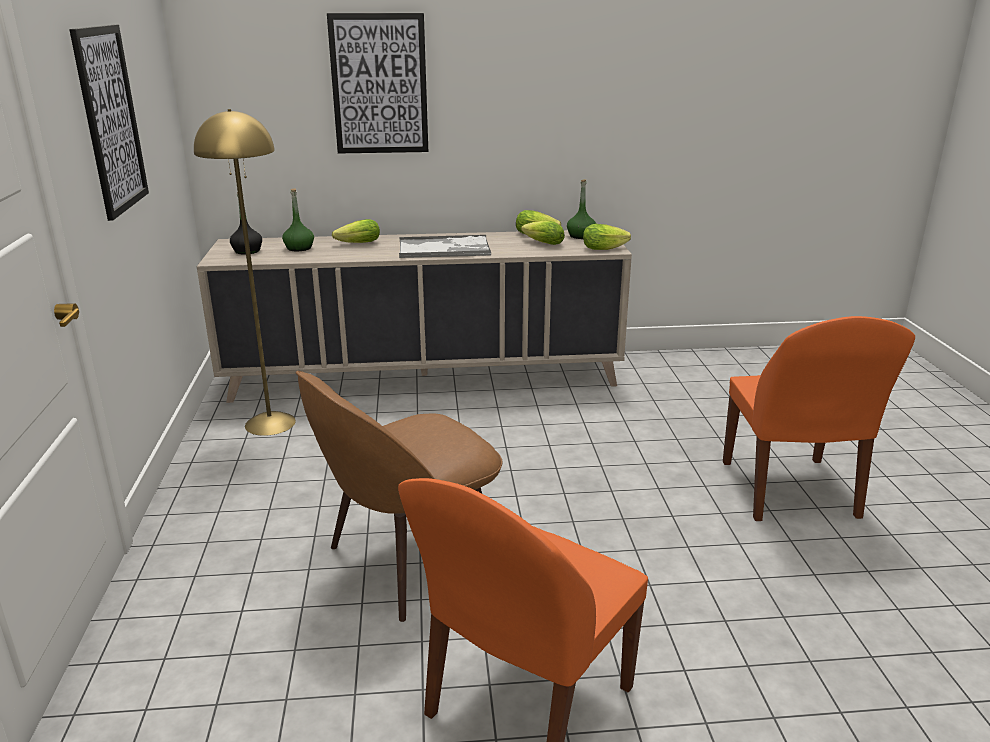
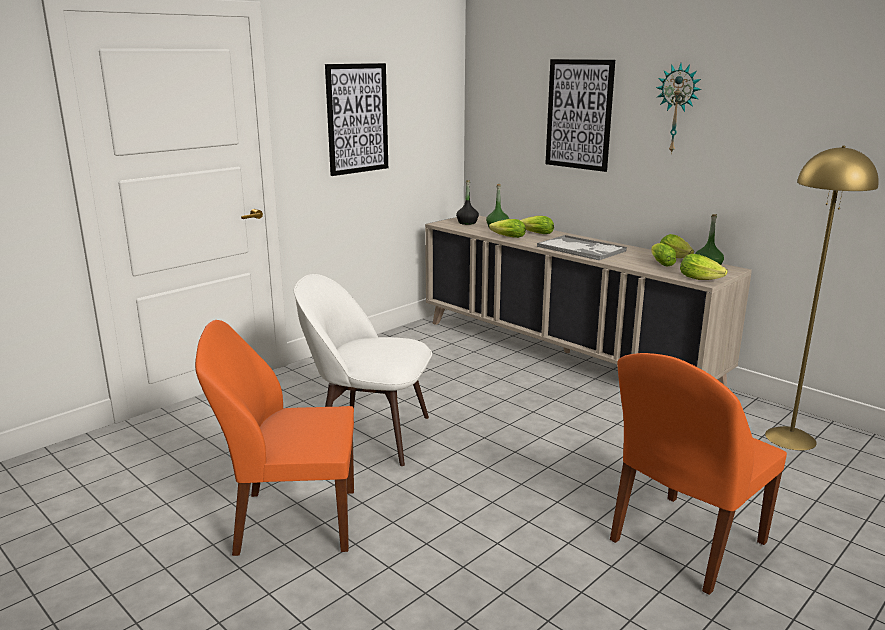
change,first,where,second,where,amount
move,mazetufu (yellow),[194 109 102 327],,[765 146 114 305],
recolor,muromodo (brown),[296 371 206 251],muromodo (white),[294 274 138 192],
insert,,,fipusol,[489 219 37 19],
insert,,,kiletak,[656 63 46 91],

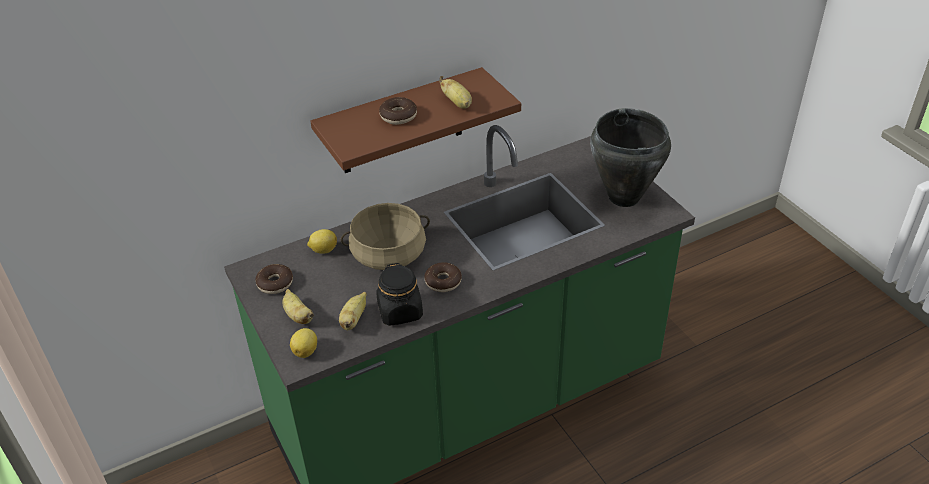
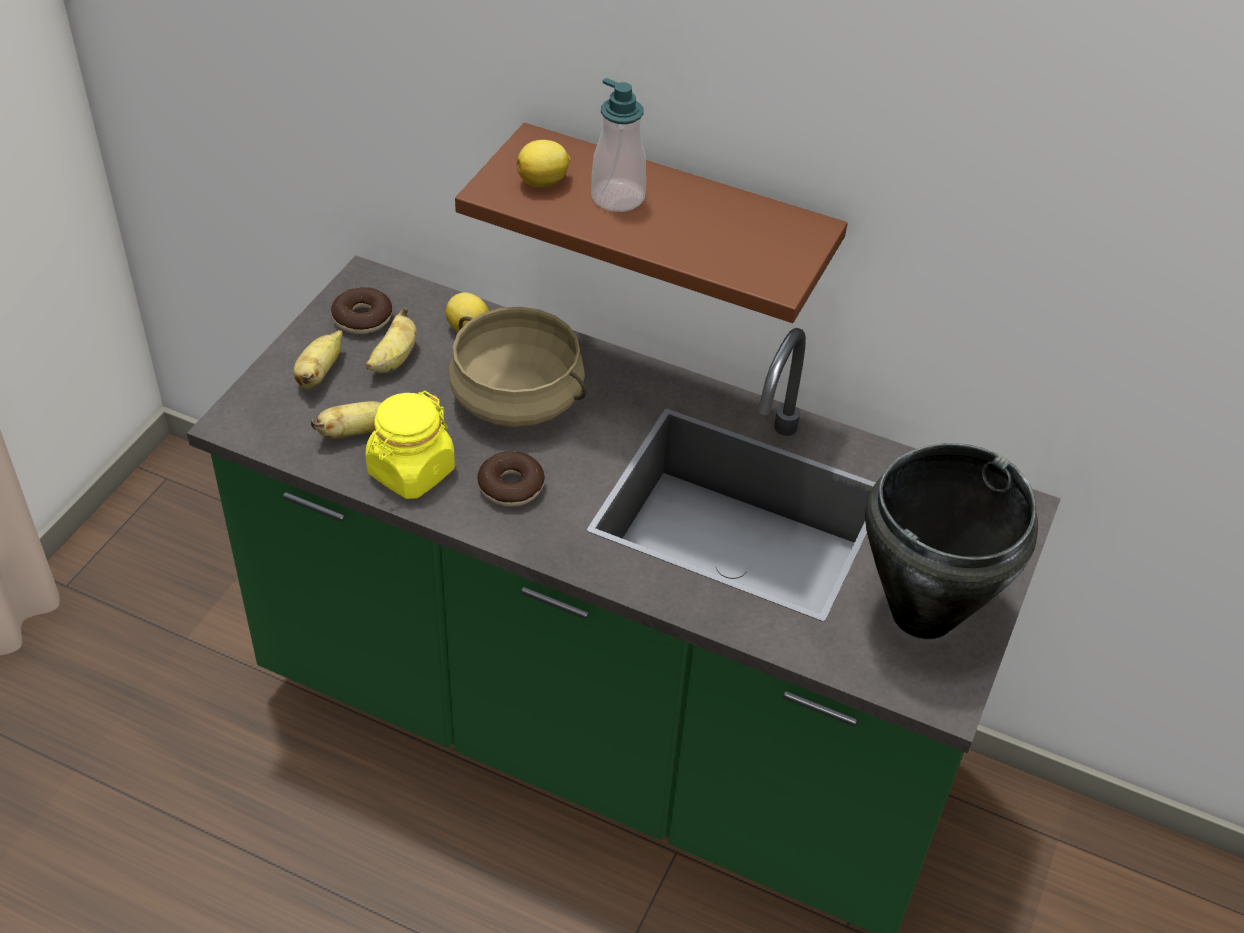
change,first,where,second,where,amount
move,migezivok,[290 328 27 30],,[517 140 54 47],
recolor,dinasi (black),[376 263 47 63],dinasi (yellow),[365 391 90 108],
replace,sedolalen,[379 97 38 28],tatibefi,[591 78 55 134],
move,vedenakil,[439 76 33 33],,[366 307 51 66],

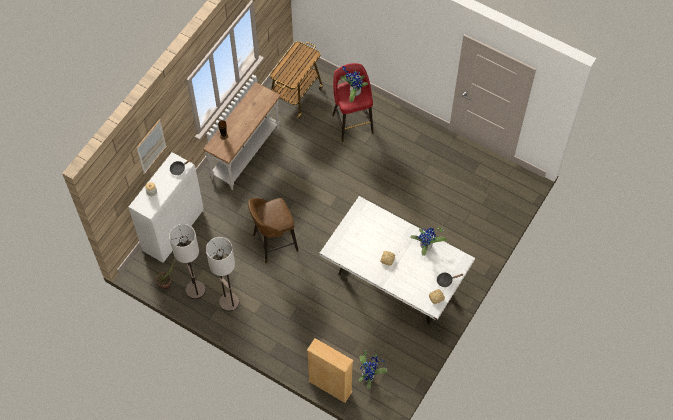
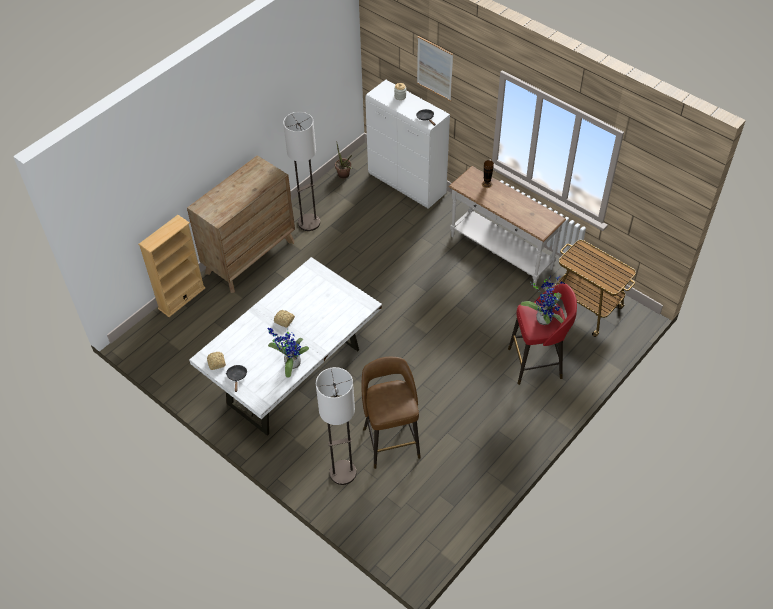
change,first,where,second,where,amount
move,mazetufu,[169 224 37 75],,[316 367 41 118],
move,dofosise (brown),[248 198 51 65],,[361 357 60 112],
delete,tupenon,[358 349 29 40],,,
insert,,,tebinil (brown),[187 155 108 138],

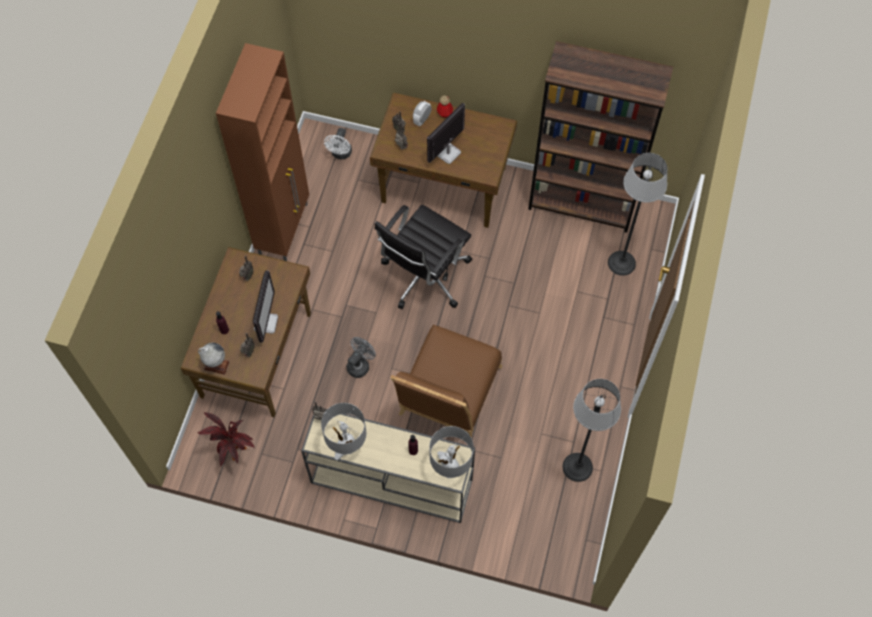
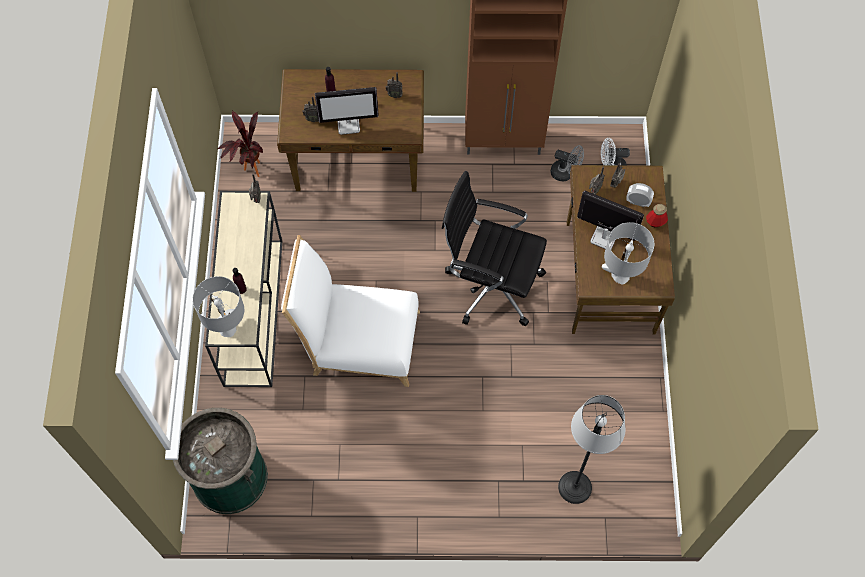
change,first,where,second,where,amount
delete,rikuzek,[198 343 32 32],,,
move,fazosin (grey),[321 403 45 57],,[602 222 52 63],
move,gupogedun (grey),[347 337 29 41],,[551 145 33 36],
recolor,muromodo (brown),[390 325 112 113],muromodo (white),[281 235 139 152],
delete,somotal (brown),[528 41 145 192],,,
delete,mazetufu,[563 379 58 103],,,
insert,,,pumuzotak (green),[173 408 95 106],

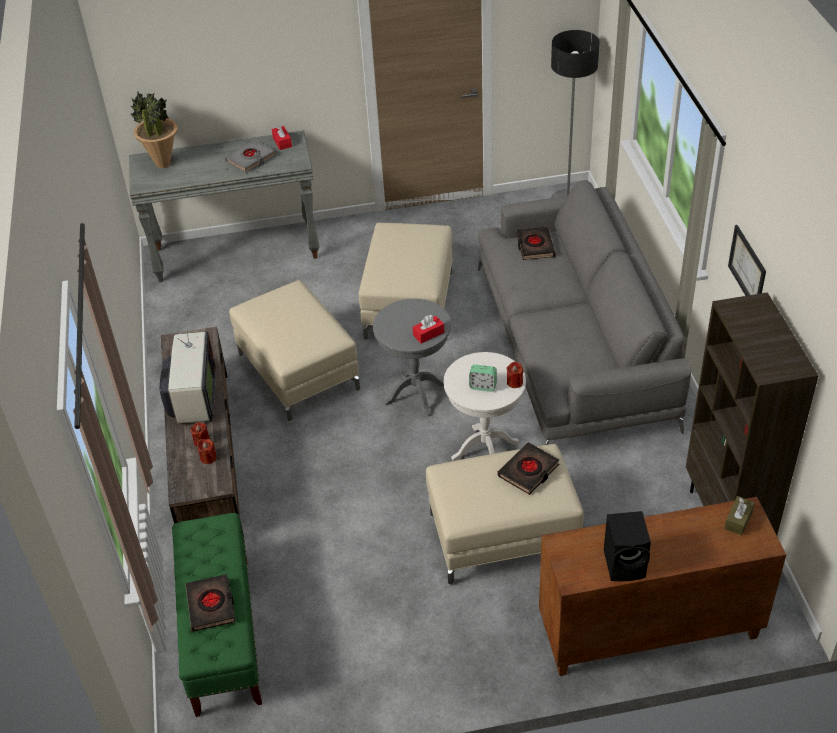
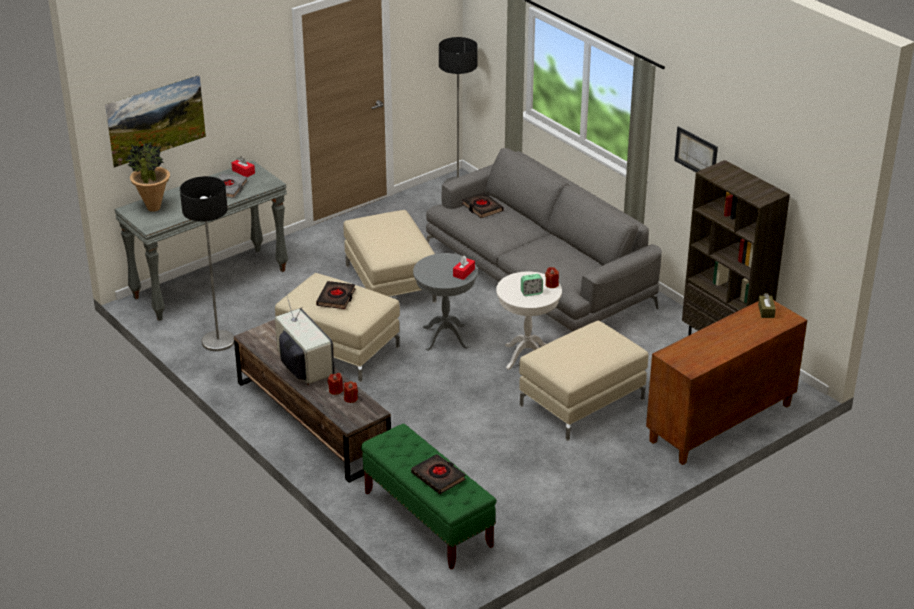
change,first,where,second,where,amount
move,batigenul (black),[498 442 61 53],,[316 281 40 28],
delete,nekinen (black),[604 511 47 70],,,
insert,,,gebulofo,[105 75 101 93],
insert,,,mazetufu,[180 176 54 175],

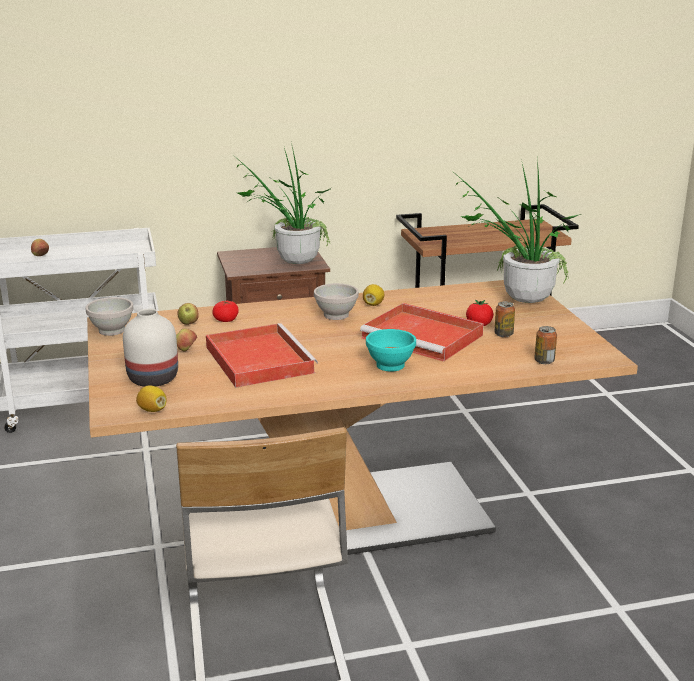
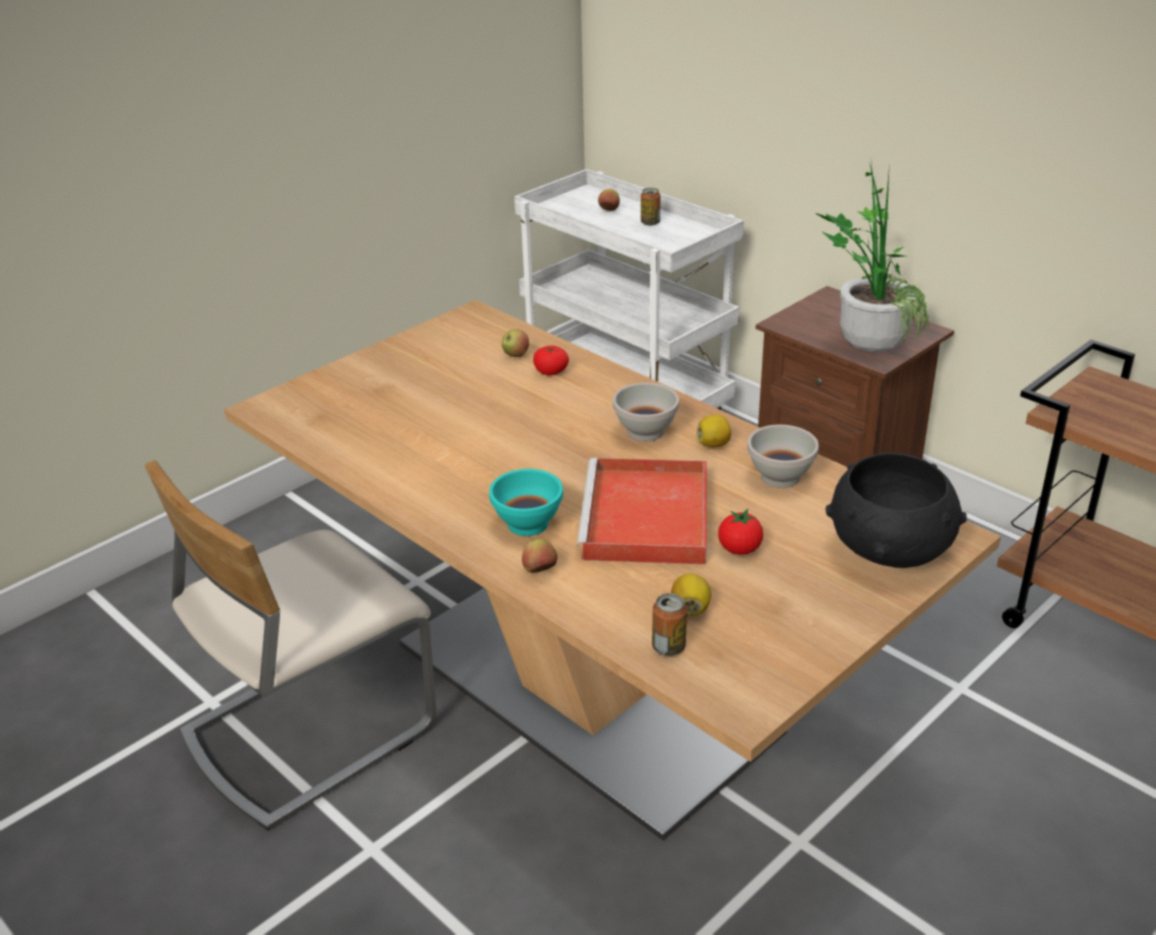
change,first,where,second,where,amount
move,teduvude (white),[86 297 48 39],,[747 424 72 64],
delete,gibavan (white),[123 309 55 78],,,
move,migezivok,[136 385 31 27],,[671 573 40 43],
move,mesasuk,[176 329 21 22],,[522 539 35 34],
delete,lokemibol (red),[206 323 112 65],,,
replace,tupenon,[455 157 126 146],teduvude (black),[826 453 141 115],
move,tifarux,[495 301 20 36],,[641 188 20 38],

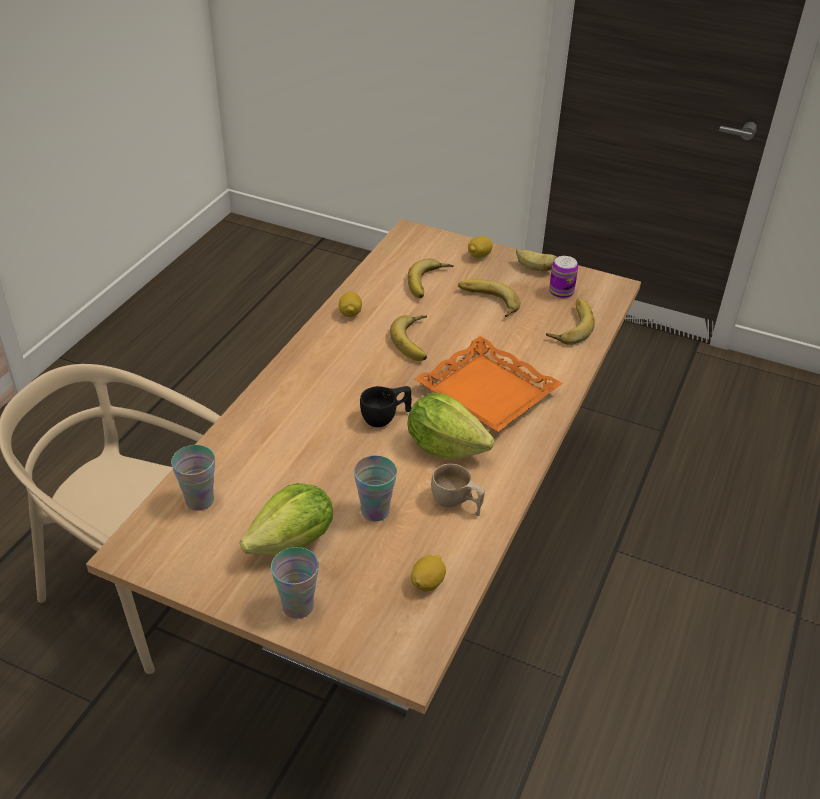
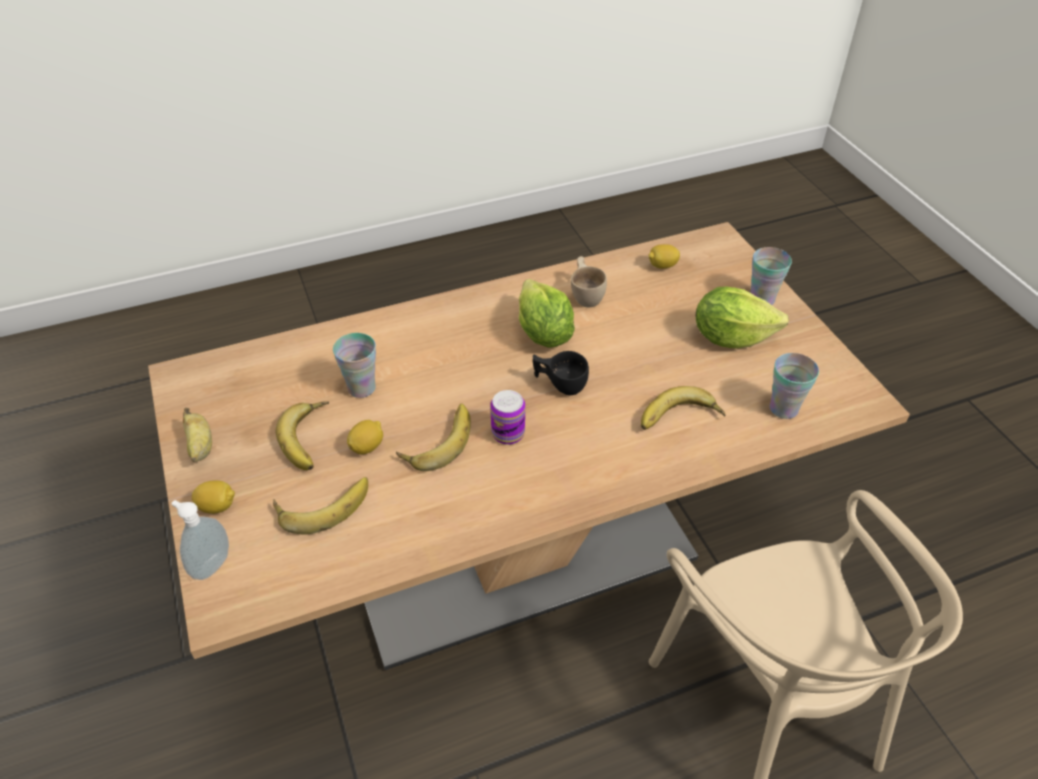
change,first,where,second,where,amount
move,migezivok,[338 292 24 25],,[347 420 36 34],
move,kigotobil,[354 455 43 67],,[333 333 43 65],
delete,lokemibol (orange),[415 336 148 96],,,
move,vedenakil,[546 298 49 47],,[641 386 84 44],
move,tifarux,[549 256 29 43],,[490 390 35 55],
insert,,,tatibefi,[172 500 57 80],

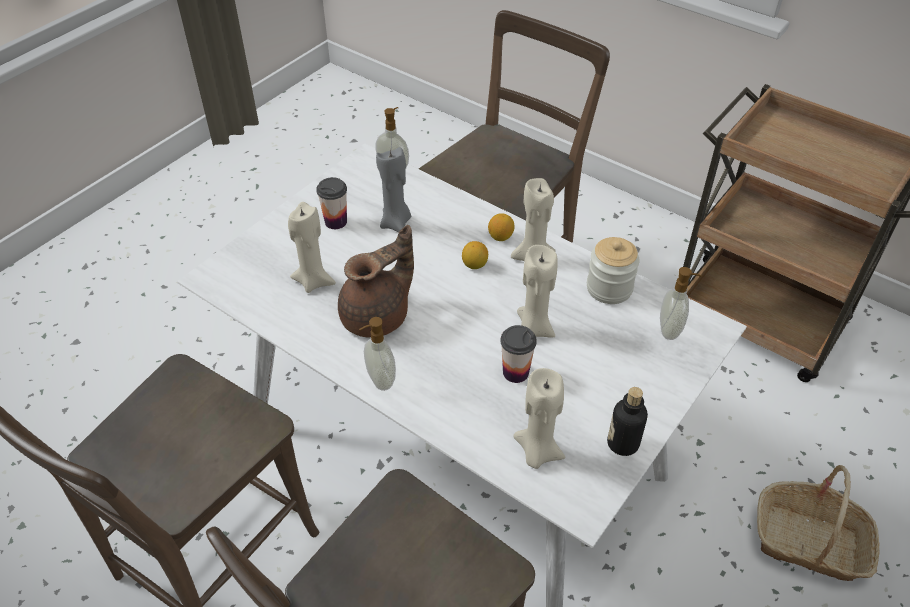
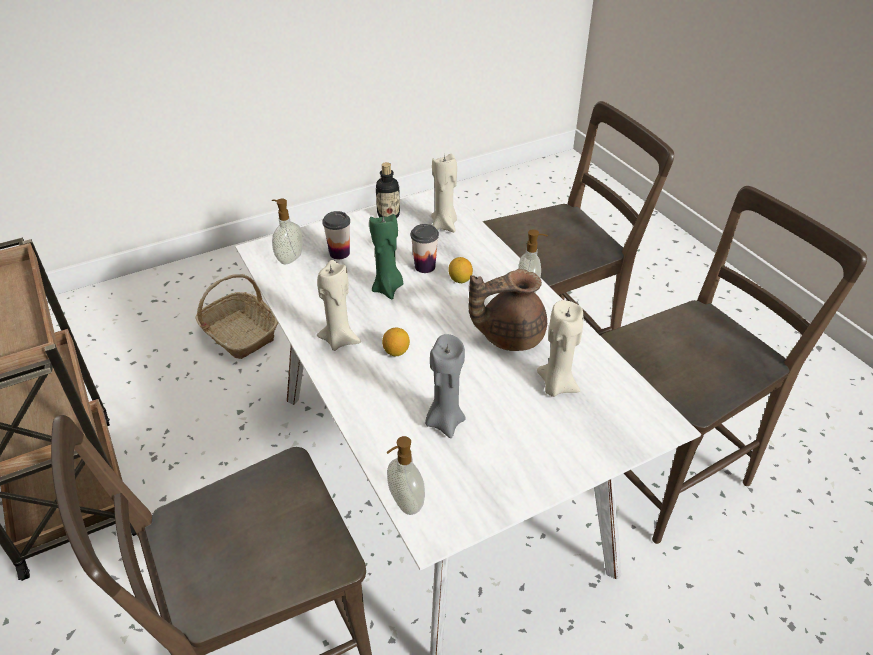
change,first,where,second,where,amount
move,kigotobil,[316 177 31 52],,[322 211 28 48],
move,migezivok,[488 213 27 28],,[448 257 25 26],
recolor,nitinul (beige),[517 245 41 93],nitinul (green),[369 214 35 85],
delete,dinasi,[587 237 53 67],,,

